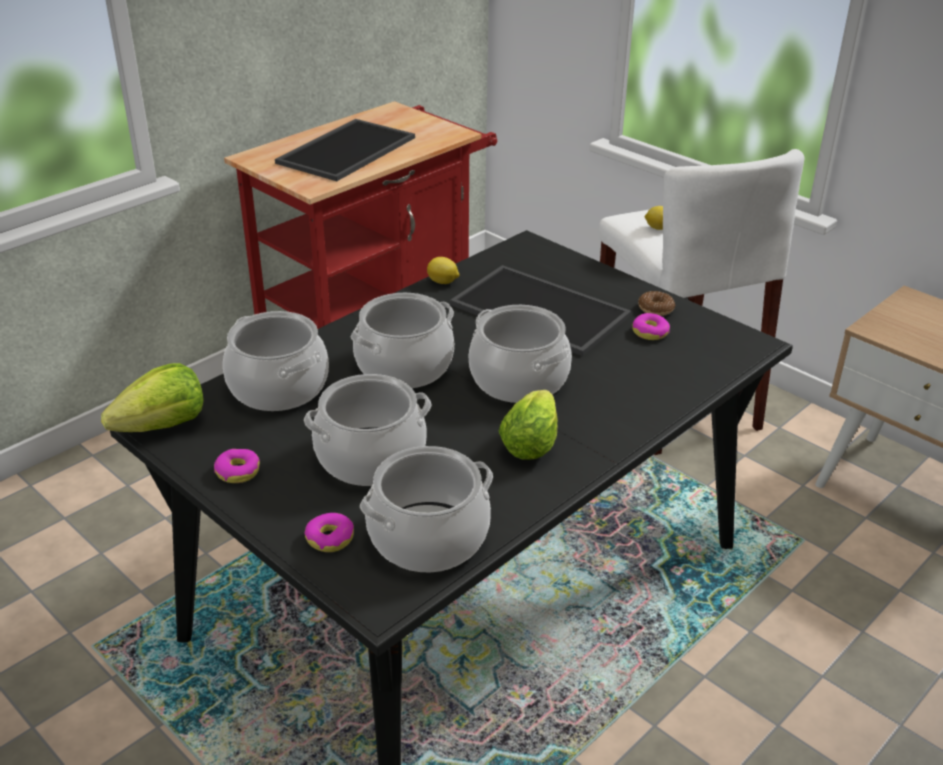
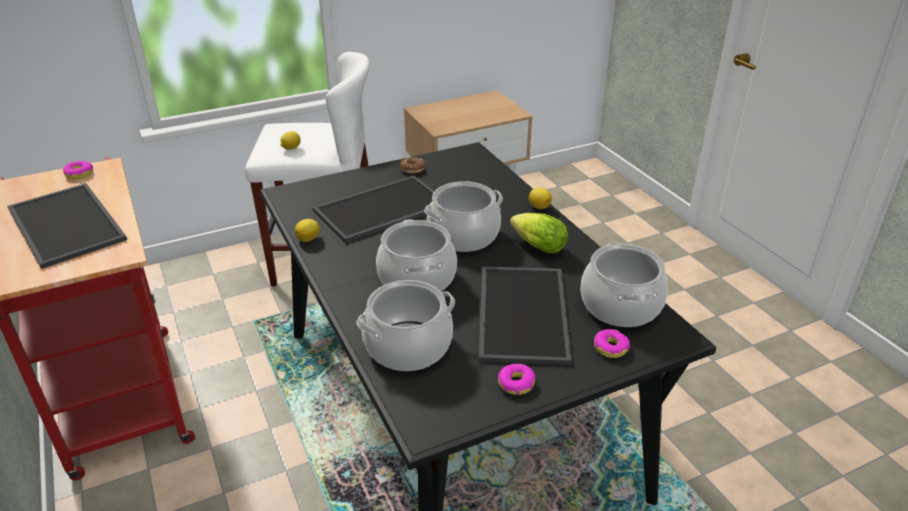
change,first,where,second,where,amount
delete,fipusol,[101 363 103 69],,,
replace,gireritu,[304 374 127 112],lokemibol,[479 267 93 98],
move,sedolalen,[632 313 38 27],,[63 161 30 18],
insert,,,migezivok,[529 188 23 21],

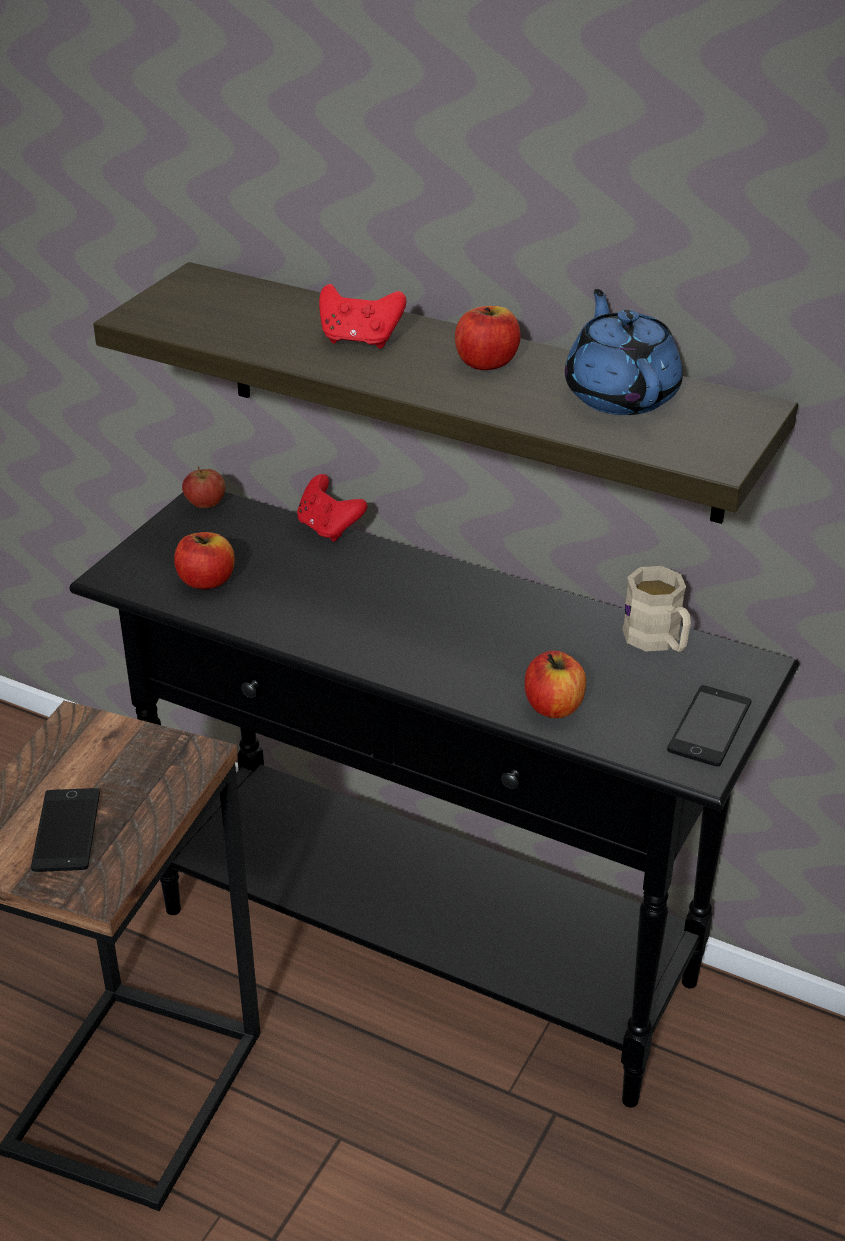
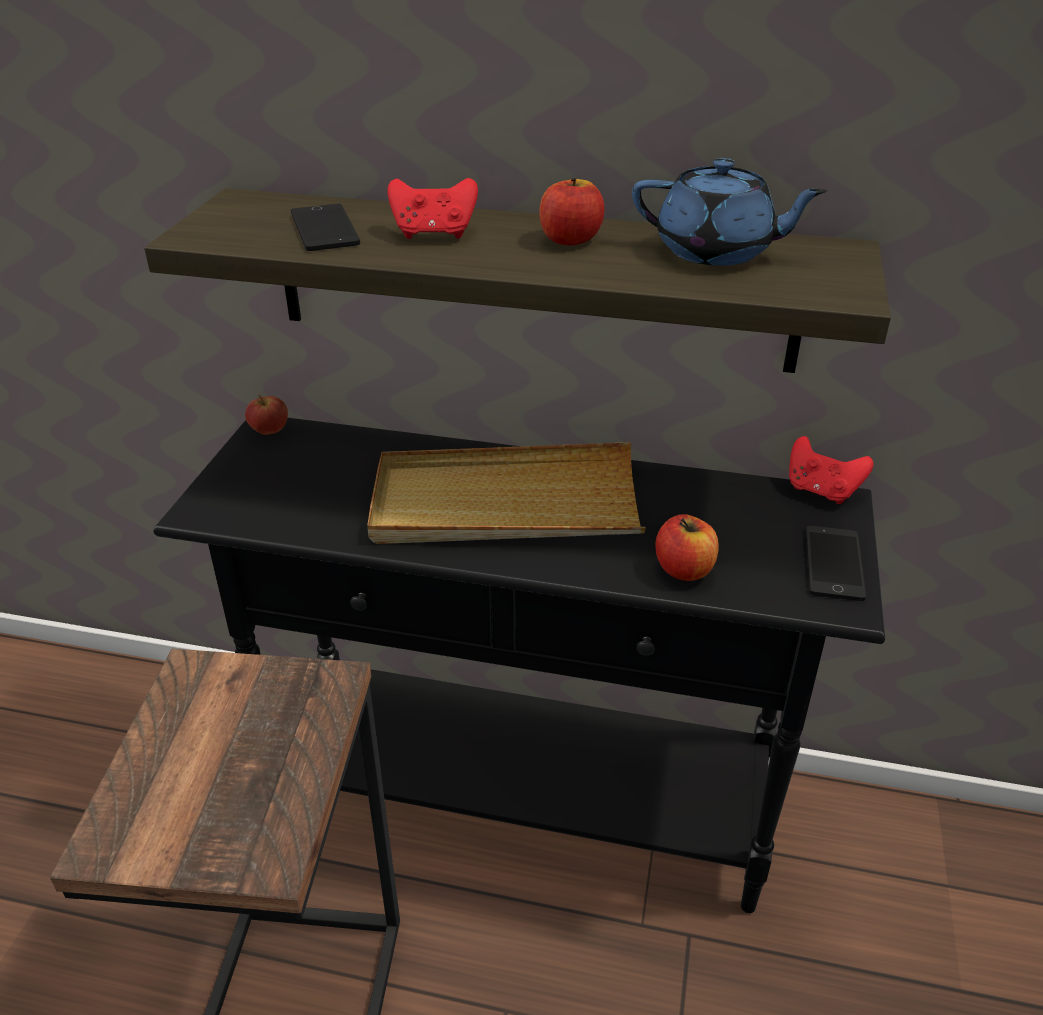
change,first,where,second,where,amount
move,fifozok,[31 788 69 84],,[291 204 69 47],
delete,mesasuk,[174 532 61 57],,,
move,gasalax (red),[297 474 70 68],,[789 436 85 68],
rotate,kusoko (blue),[565 289 118 126],,[632 158 195 108],135 degrees clockwise
delete,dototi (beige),[622 566 69 86],,,
insert,,,lokemibol (beige),[367 442 279 102],

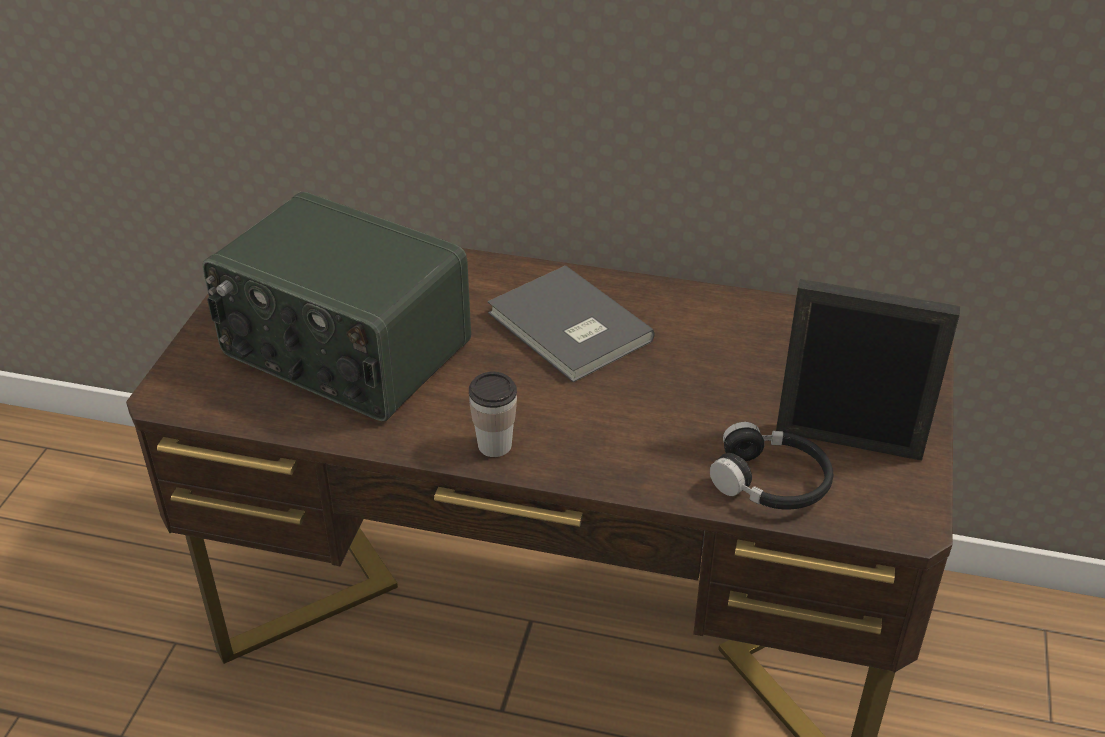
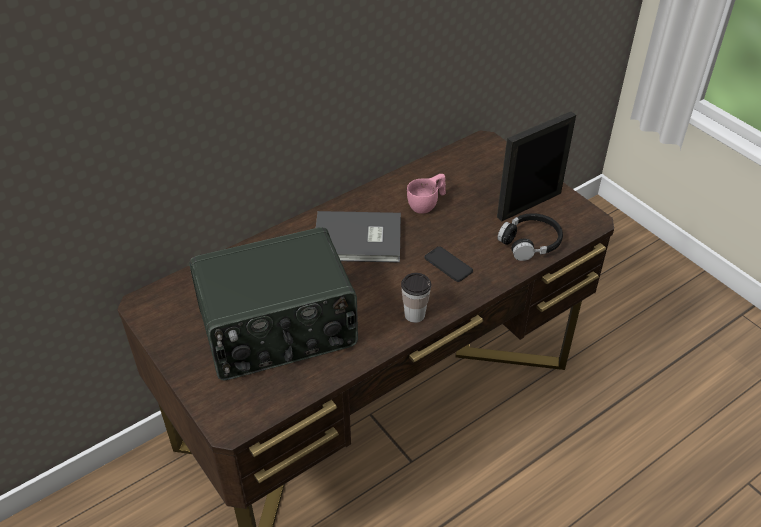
change,first,where,second,where,amount
insert,,,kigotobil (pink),[407 174 39 40],
insert,,,fifozok,[425 246 48 36],

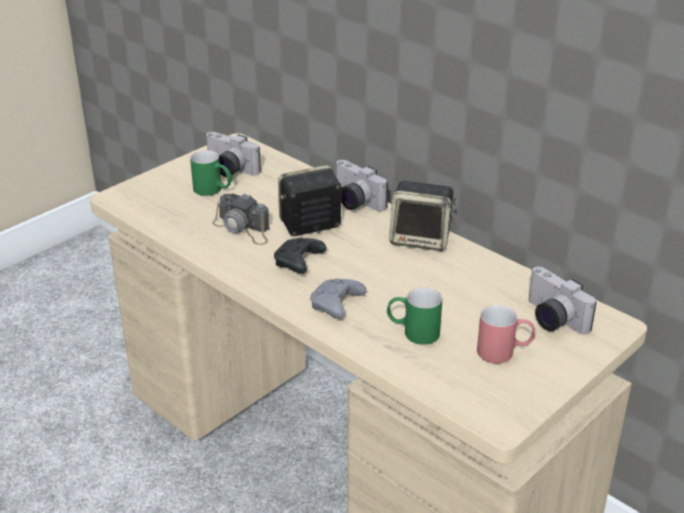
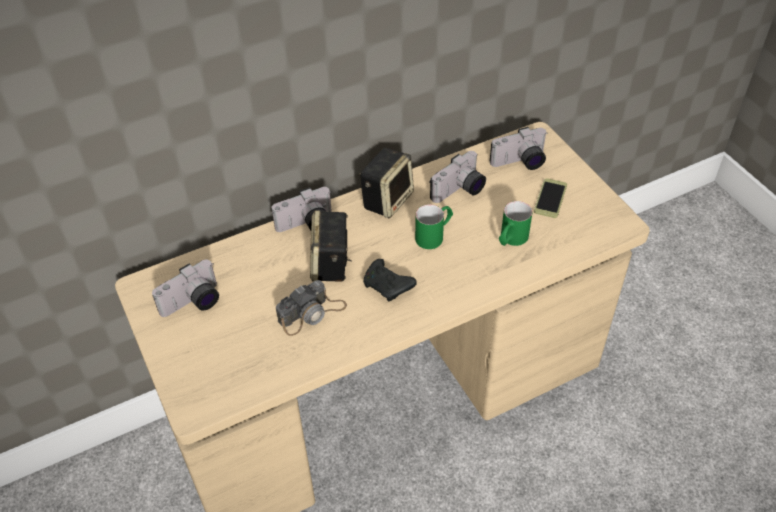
change,first,where,second,where,amount
move,dototi (green),[190 150 42 46],,[415 205 38 44],
delete,gasalax (grey),[310 279 57 40],,,
replace,dototi (red),[477 305 59 59],fifozok,[534 178 33 40],
insert,,,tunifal,[430 151 56 52],

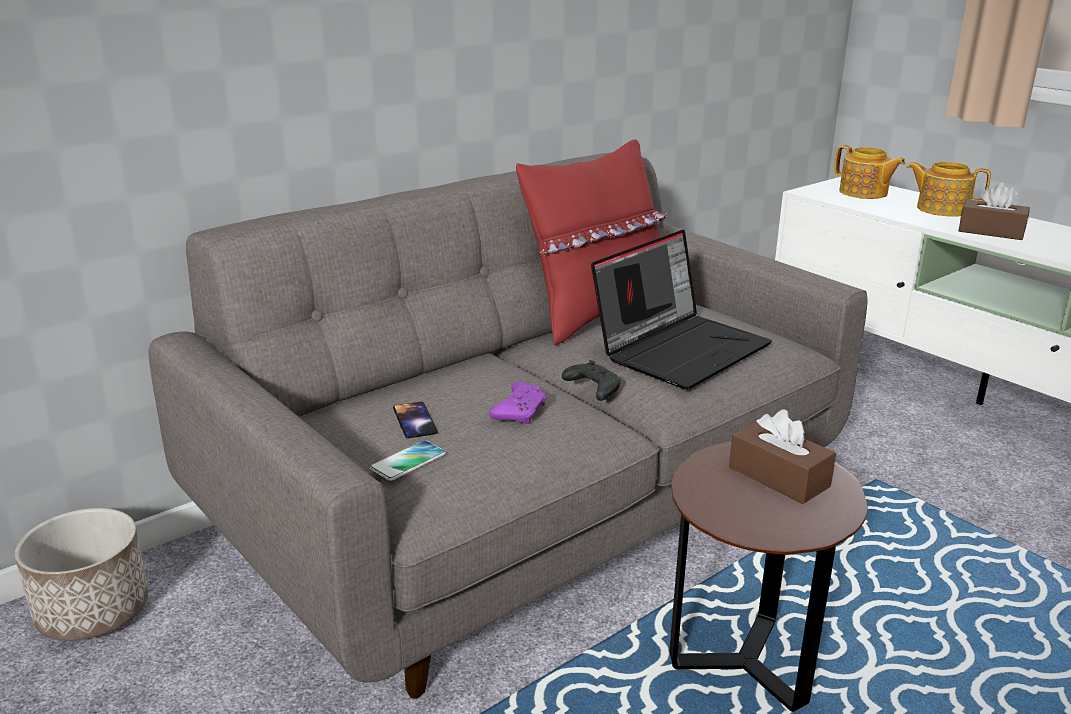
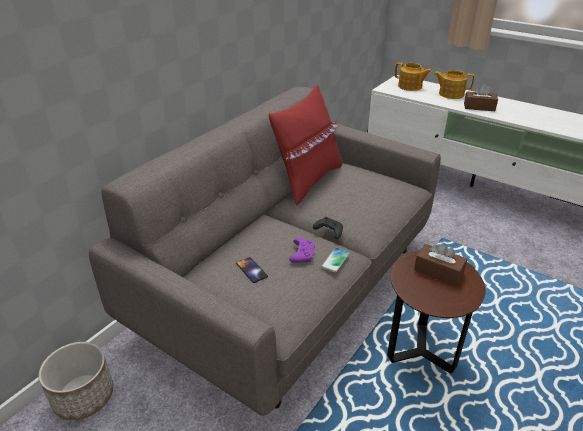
change,first,where,second,where,amount
move,fifozok,[369 440 77 41],,[321 247 29 25],
delete,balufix,[591 229 181 161],,,

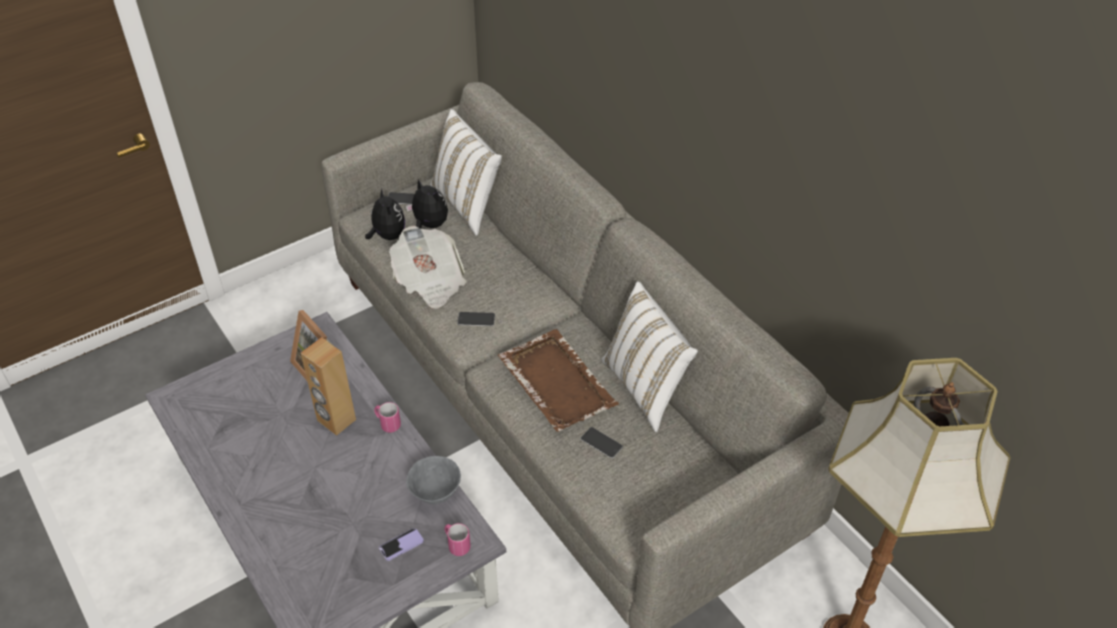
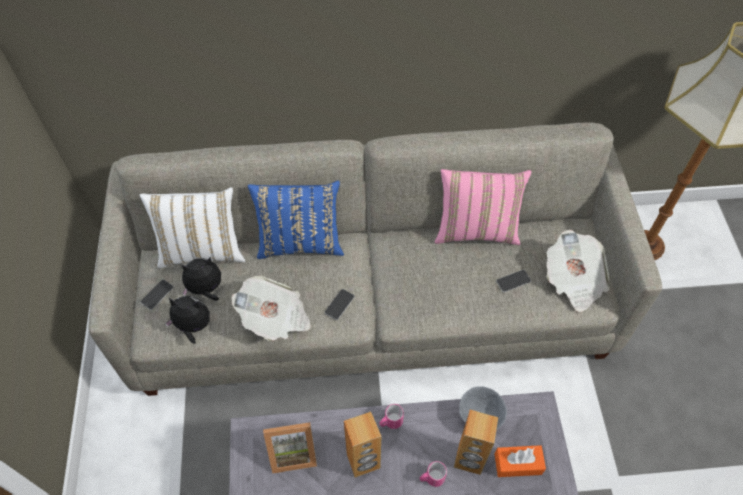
change,first,where,second,where,amount
replace,fifozok,[379 528 45 33],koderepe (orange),[494 445 52 32],
move,dototi (pink),[445 523 26 33],,[420 461 27 26],
delete,lokemibol (brown),[498 329 121 103],,,
recolor,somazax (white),[601 281 97 151],somazax (pink),[435 169 96 76],
insert,,,somazax (blue),[248 181 96 78],
insert,,,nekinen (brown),[454 410 44 65],
insert,,,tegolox,[547 230 63 82],

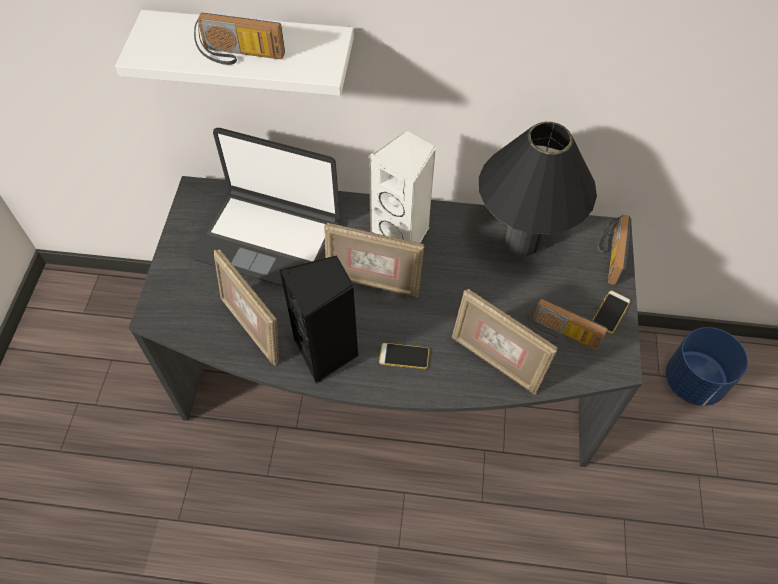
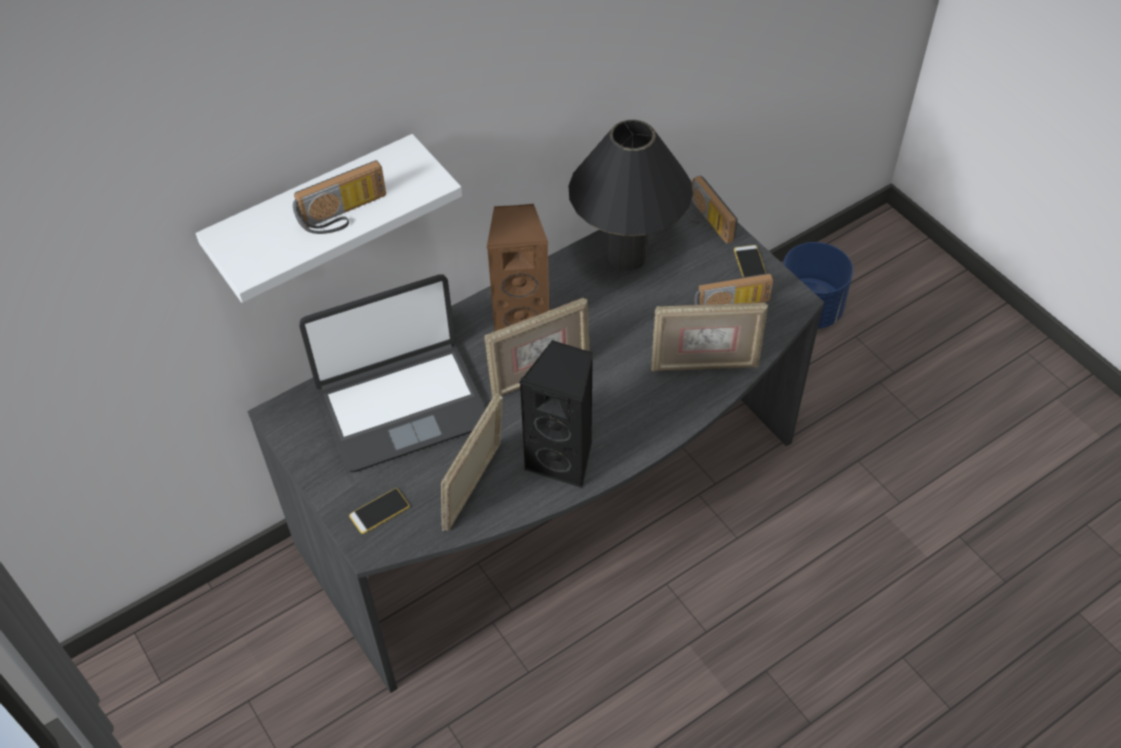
change,first,where,second,where,amount
rotate,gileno,[214 250 65 115],,[441 393 62 138],105 degrees clockwise
recolor,nekinen (white),[368 130 68 113],nekinen (brown),[486 204 64 127],
move,fifozok,[379 343 50 26],,[349 488 61 46],

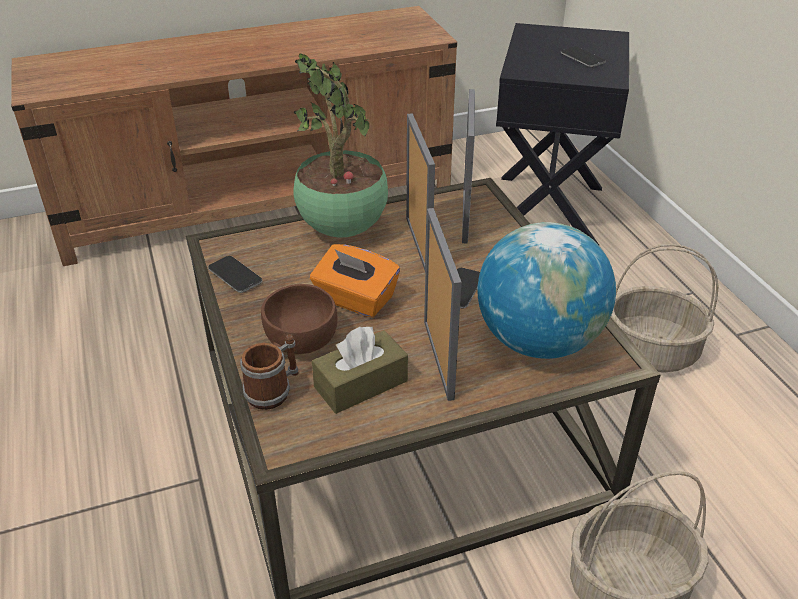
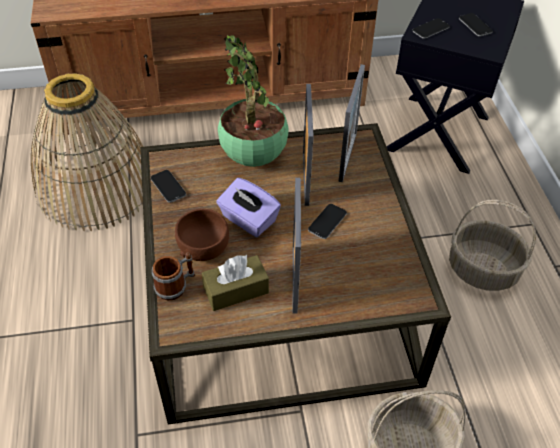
change,first,where,second,where,amount
recolor,koderepe (orange),[310 244 90 74],koderepe (purple),[216 178 65 59],
delete,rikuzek,[478 222 138 137],,,
insert,,,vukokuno,[31 73 112 158],
insert,,,fifozok,[412 18 38 21],

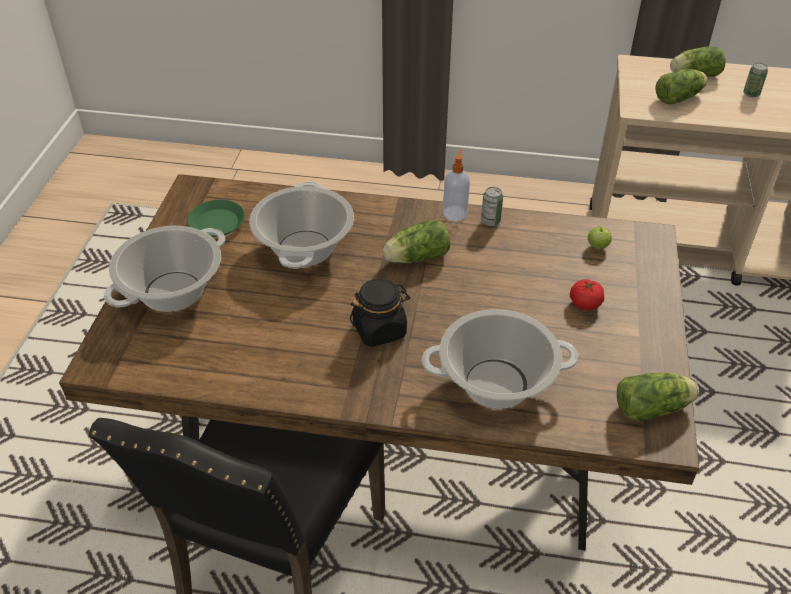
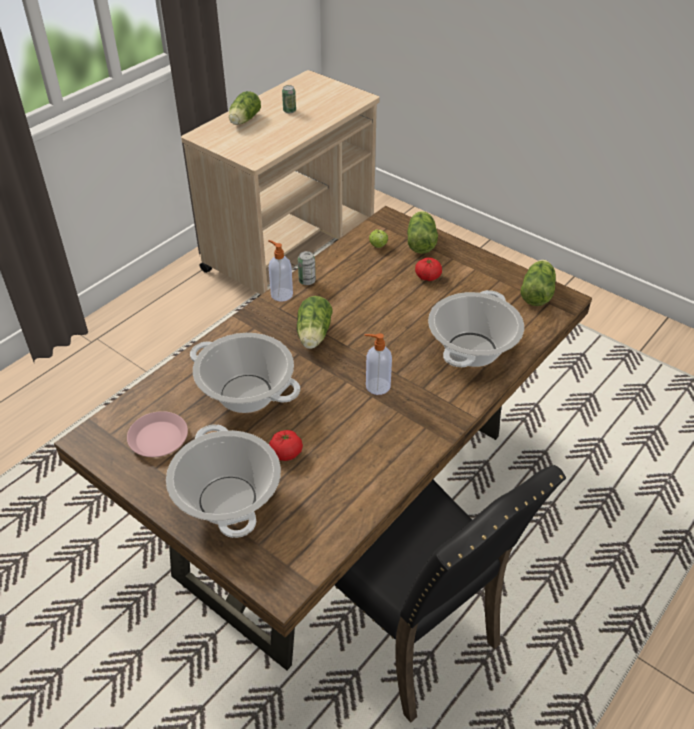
change,first,where,second,where,amount
recolor,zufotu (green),[187 200 58 37],zufotu (pink),[127 411 61 46],
replace,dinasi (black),[350 279 60 68],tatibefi,[365 333 27 62],
move,fipusol,[655 69 53 35],,[407 211 31 43],
insert,,,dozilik,[269 430 34 31],

